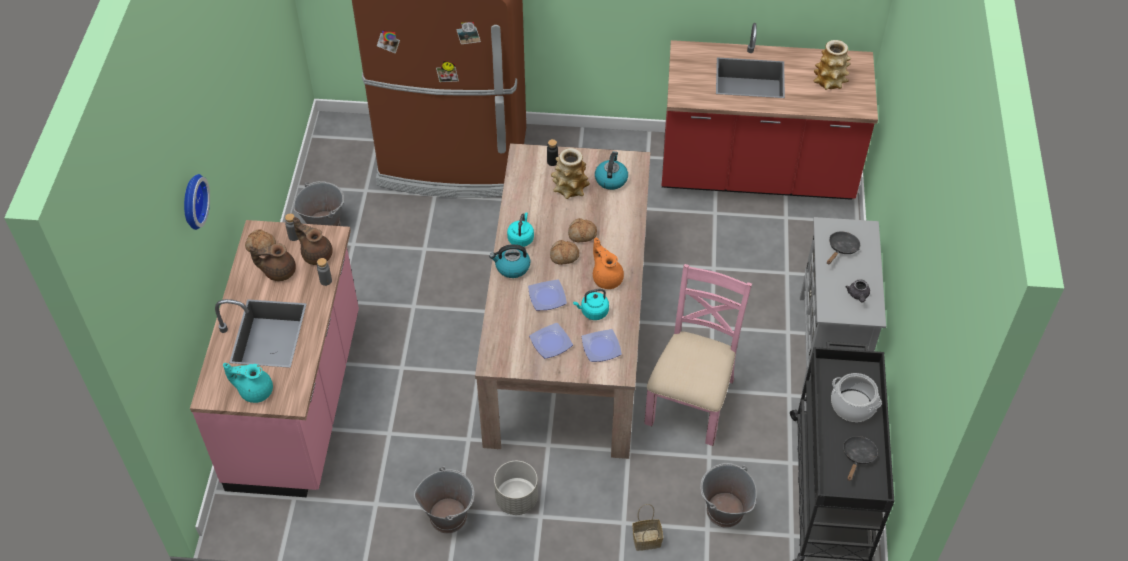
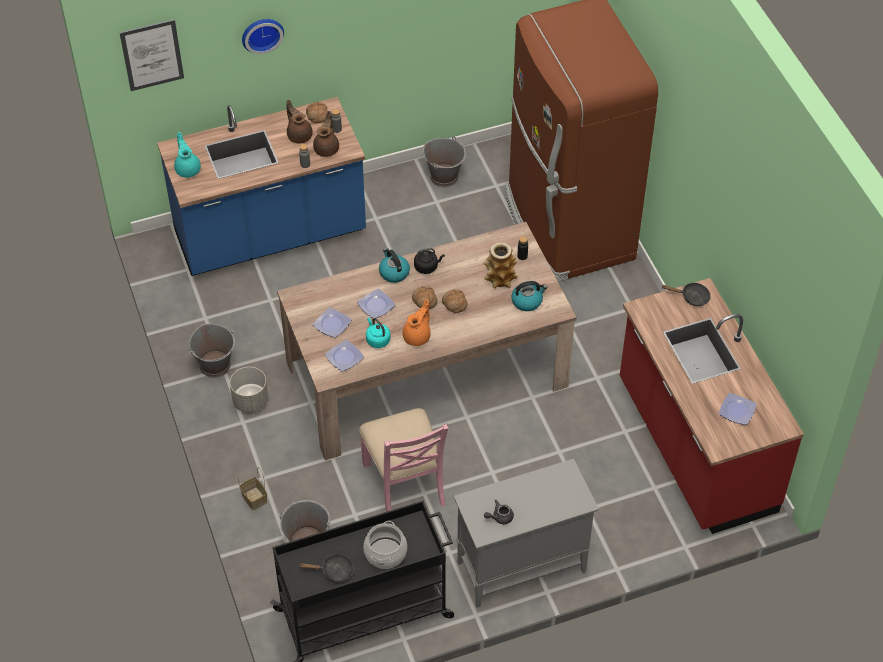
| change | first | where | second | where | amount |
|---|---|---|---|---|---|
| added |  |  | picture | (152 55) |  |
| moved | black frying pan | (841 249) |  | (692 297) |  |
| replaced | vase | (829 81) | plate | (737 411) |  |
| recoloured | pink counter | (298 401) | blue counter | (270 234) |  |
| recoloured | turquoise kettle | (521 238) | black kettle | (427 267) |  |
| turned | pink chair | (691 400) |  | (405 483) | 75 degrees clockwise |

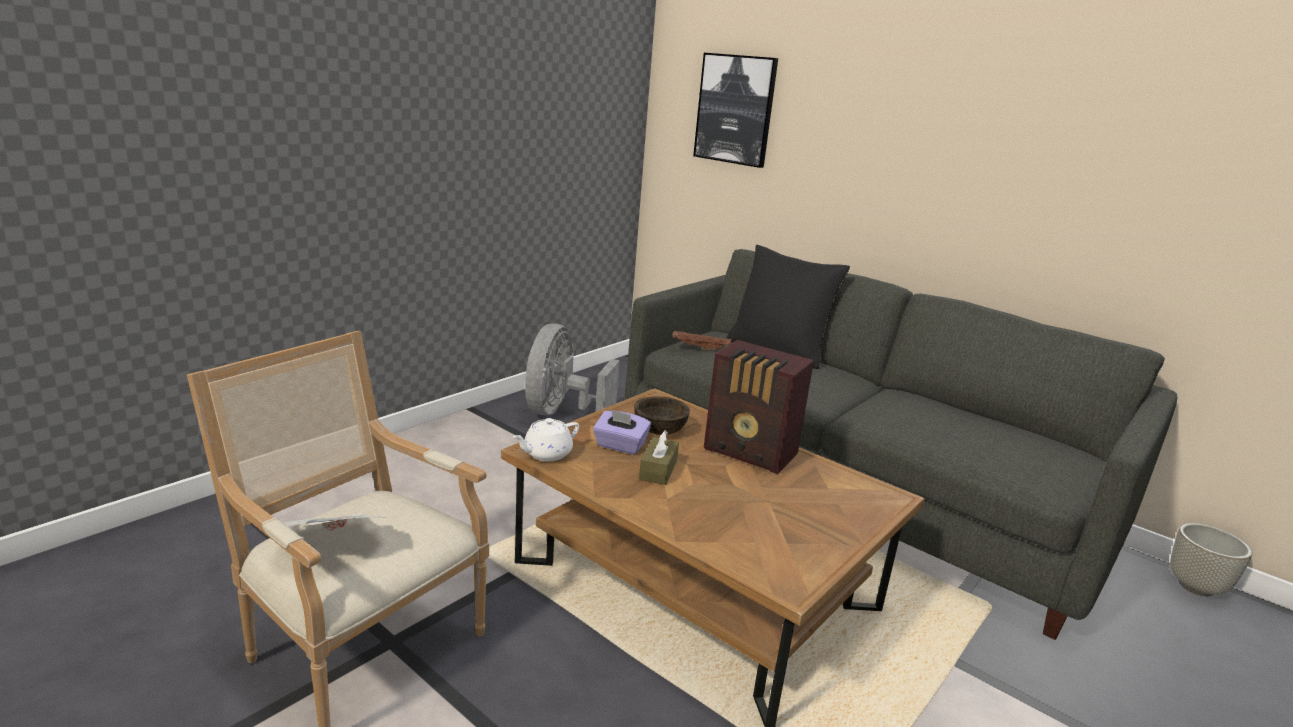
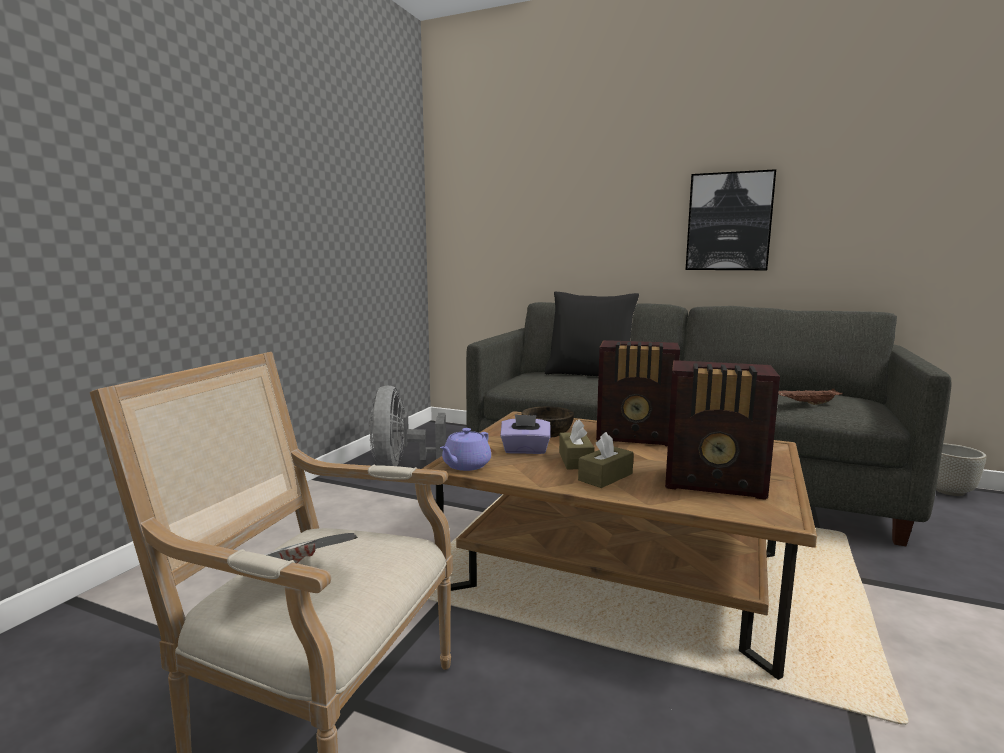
| change | first | where | second | where | amount |
|---|---|---|---|---|---|
| added |  |  | brown tissue box | (605 477) |  |
| added |  |  | radio | (716 484) |  |
| moved | brown tray | (699 348) |  | (807 404) |  |
| moved | picture | (735 109) |  | (729 222) |  |
| recoloured | white teapot | (546 454) | purple teapot | (465 465) |  |

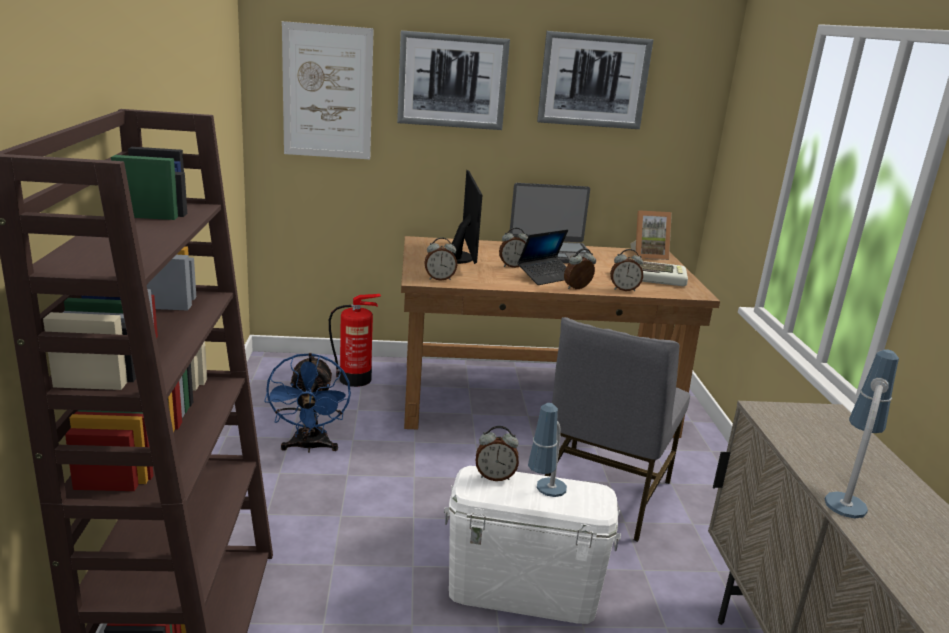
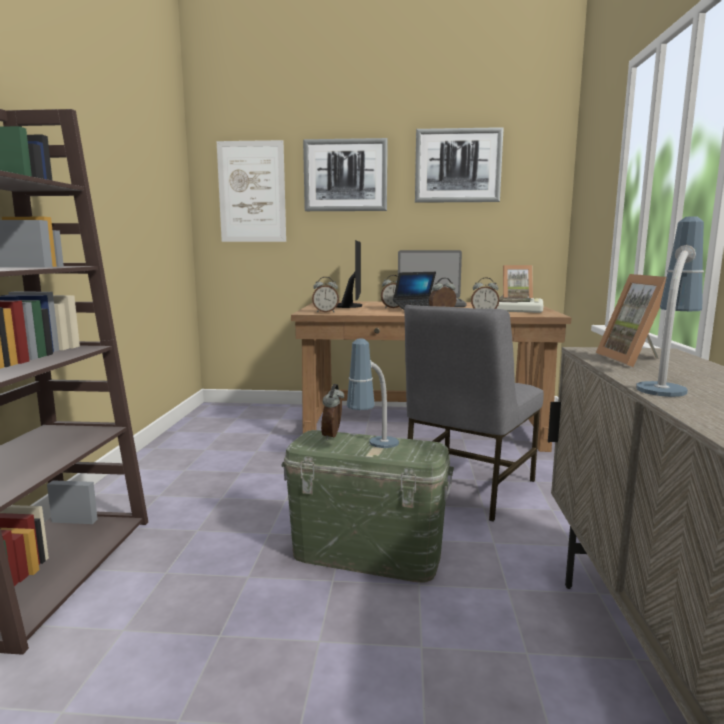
| change | first | where | second | where | amount |
|---|---|---|---|---|---|
| removed | blue fan | (309 447) |  |  |  |
| removed | fire extinguisher | (356 379) |  |  |  |
| added |  |  | picture frame | (635 360) |  |
| recoloured | white storage box | (523 590) | green storage box | (367 554) |  |
| turned | alarm clock | (495 476) |  | (333 436) | 90 degrees clockwise |

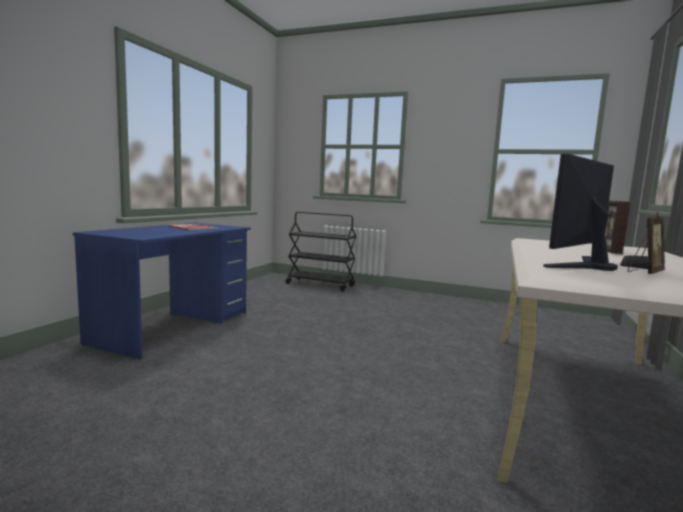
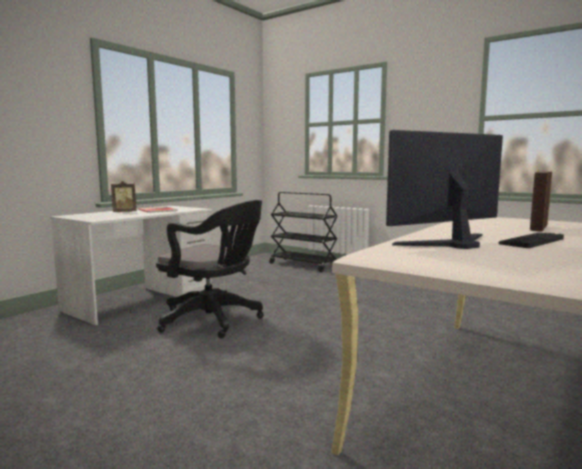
| change | first | where | second | where | amount |
|---|---|---|---|---|---|
| added |  |  | black office chair | (214 320) |  |
| moved | picture frame | (644 272) |  | (124 212) |  |
| recoloured | blue desk | (175 327) | white desk | (141 300) |  |

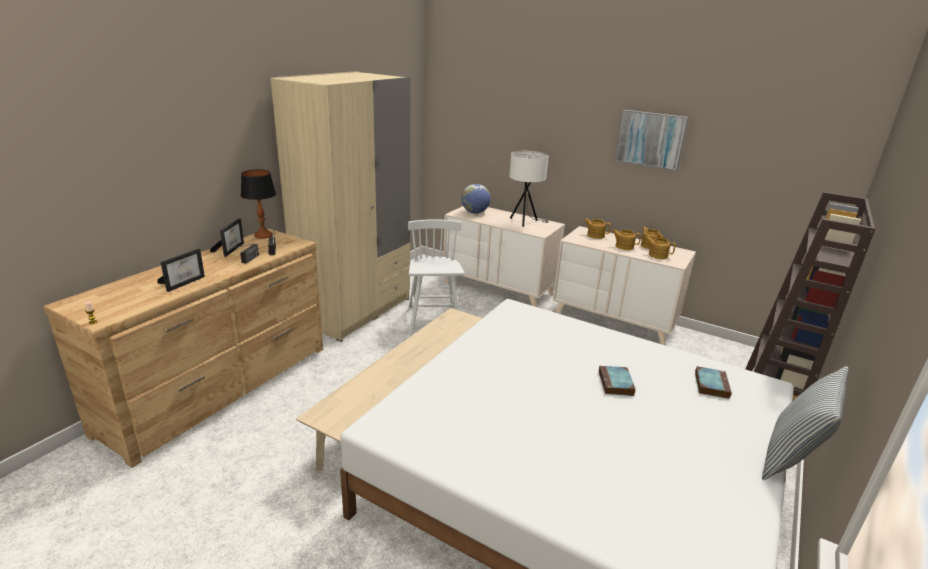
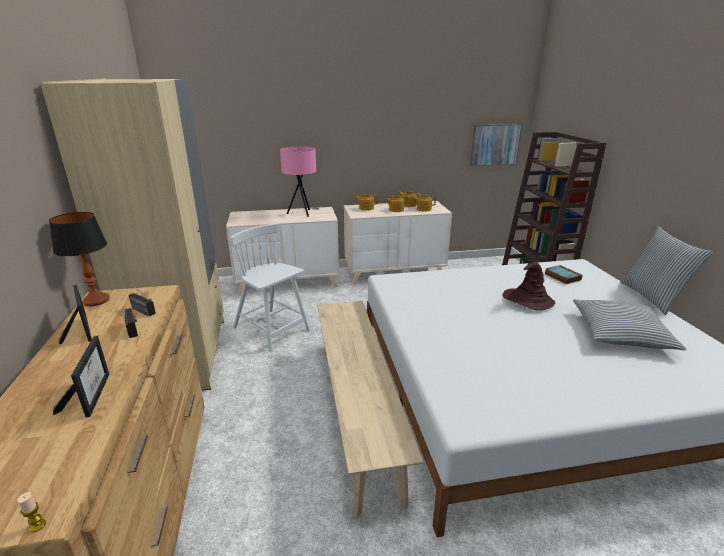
| change | first | where | second | where | amount |
|---|---|---|---|---|---|
| removed | globe | (475 212) |  |  |  |
| added |  |  | pillow | (620 333) |  |
| moved | picture | (650 139) |  | (495 145) |  |
| replaced | book | (616 384) | brown hat | (527 300) |  |
| recoloured | white table lamp | (525 222) | pink table lamp | (302 213) |  |

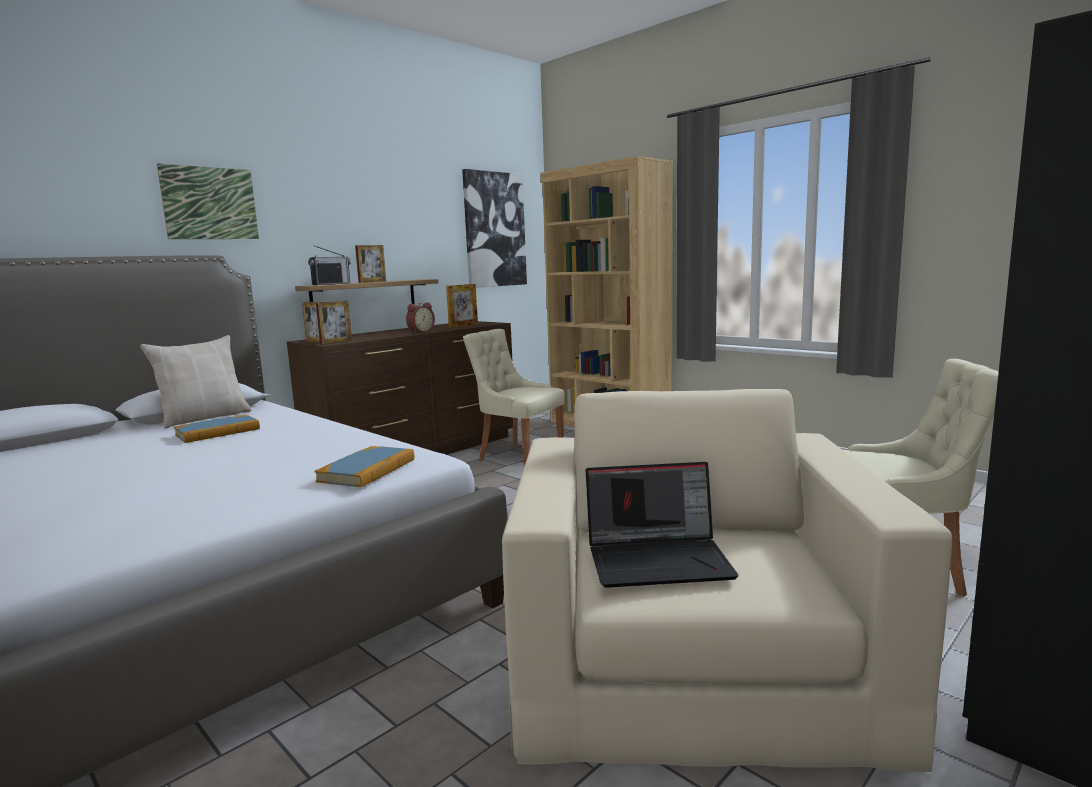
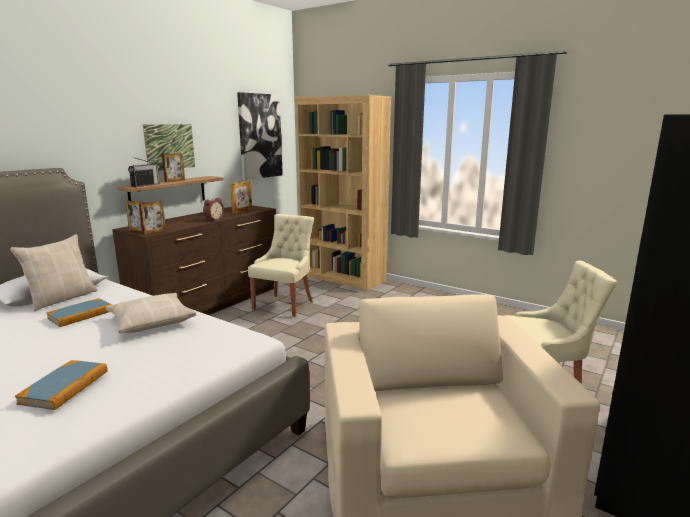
| change | first | where | second | where | amount |
|---|---|---|---|---|---|
| removed | laptop | (659 559) |  |  |  |
| added |  |  | beige pillow | (151 321) |  |
| moved | picture | (210 203) |  | (170 146) |  |
| moved | book | (367 470) |  | (65 387) |  |
| turned | beige chair | (518 455) |  | (285 304) | 90 degrees clockwise |

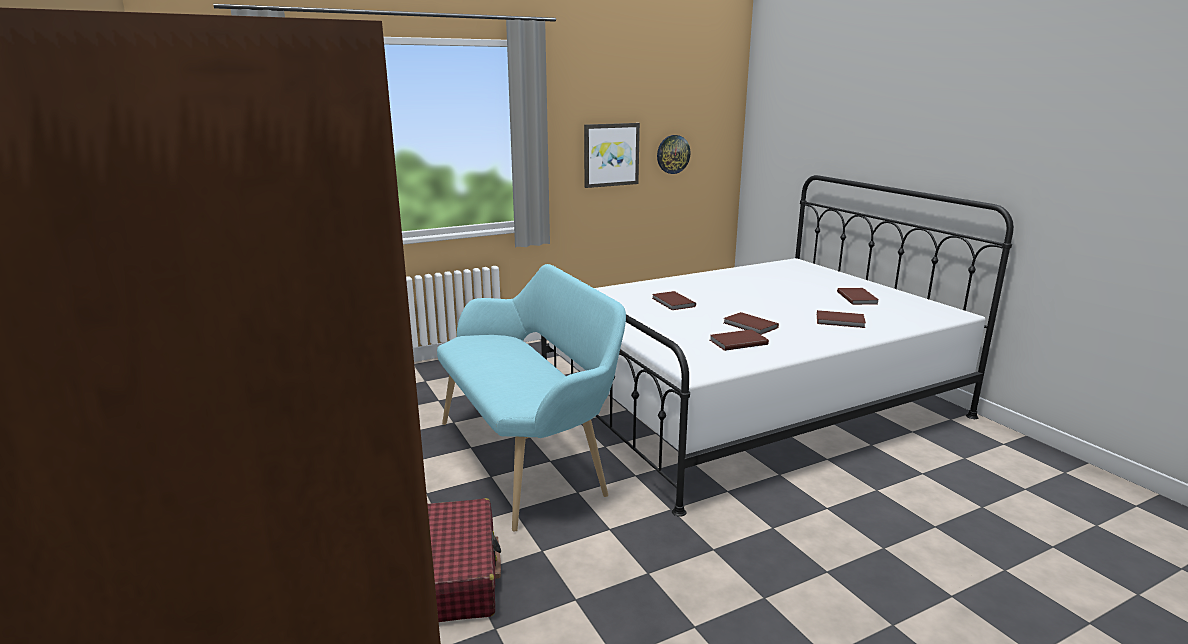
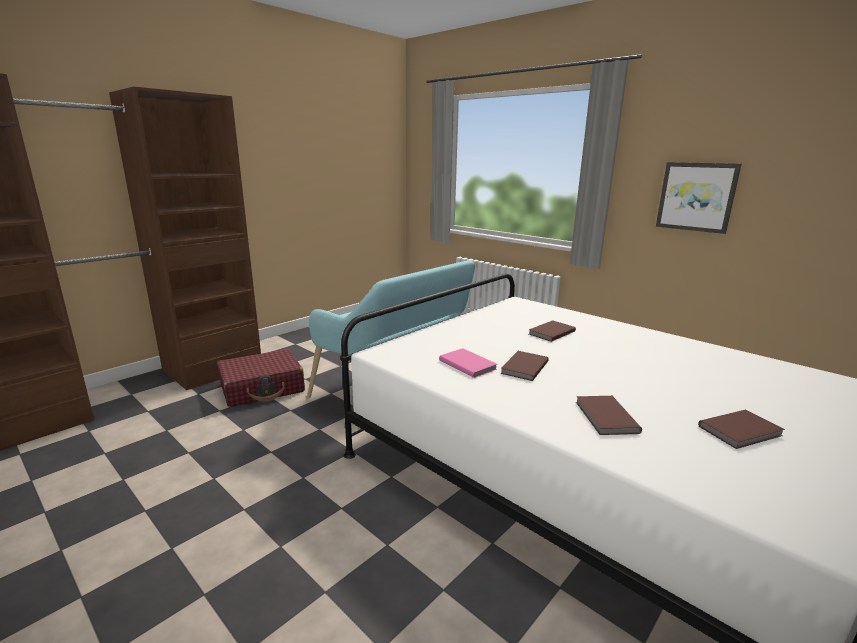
| change | first | where | second | where | amount |
|---|---|---|---|---|---|
| removed | wall clock | (673 154) |  |  |  |
| recoloured | brown book | (737 342) | pink book | (468 364) |  |

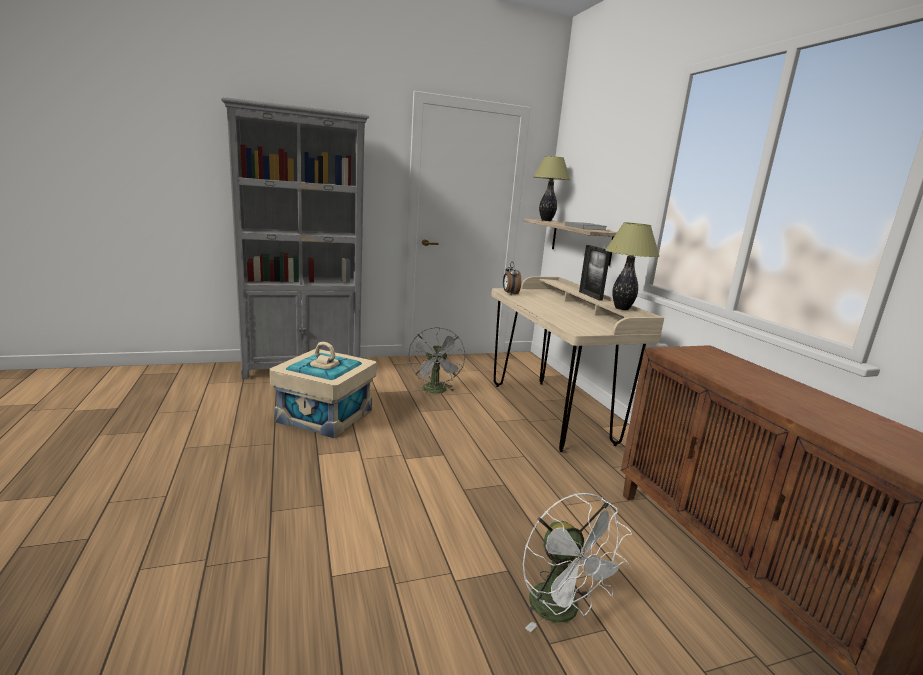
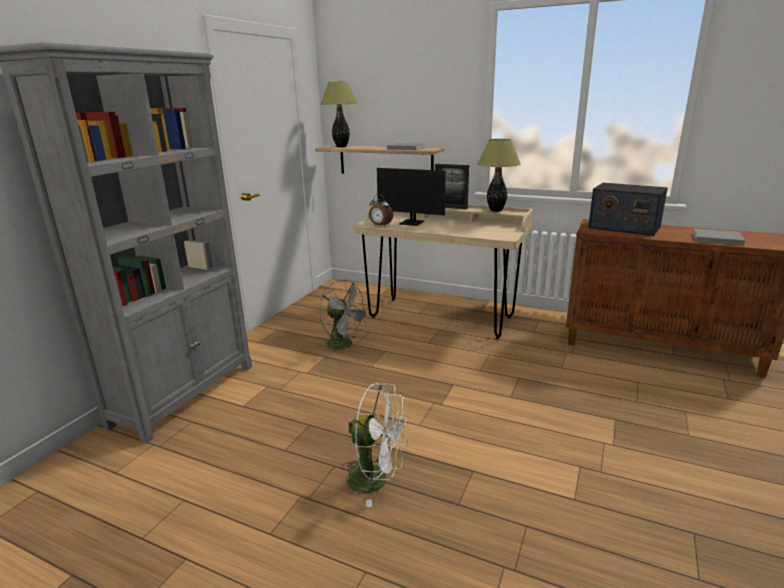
| change | first | where | second | where | amount |
|---|---|---|---|---|---|
| removed | beige storage box | (325 416) |  |  |  |
| added |  |  | monitor | (414 223) |  |
| added |  |  | radio | (623 227) |  |
| added |  |  | grey book | (715 238) |  |
| moved | white fan | (562 611) |  | (376 480) |  |

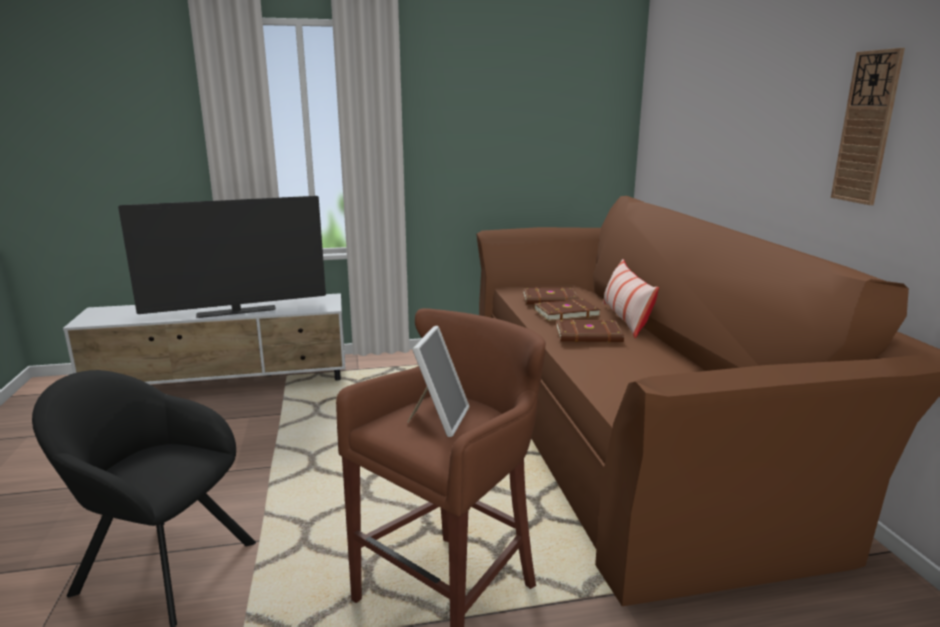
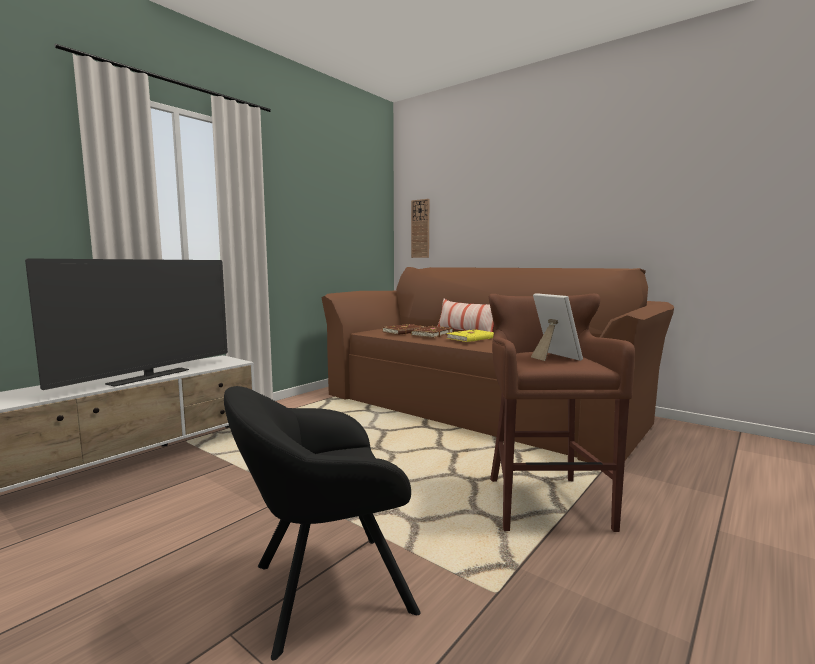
| change | first | where | second | where | amount |
|---|---|---|---|---|---|
| moved | wall clock | (867 128) |  | (420 229) |  |
| recoloured | brown book | (589 335) | yellow book | (472 338) |  |

